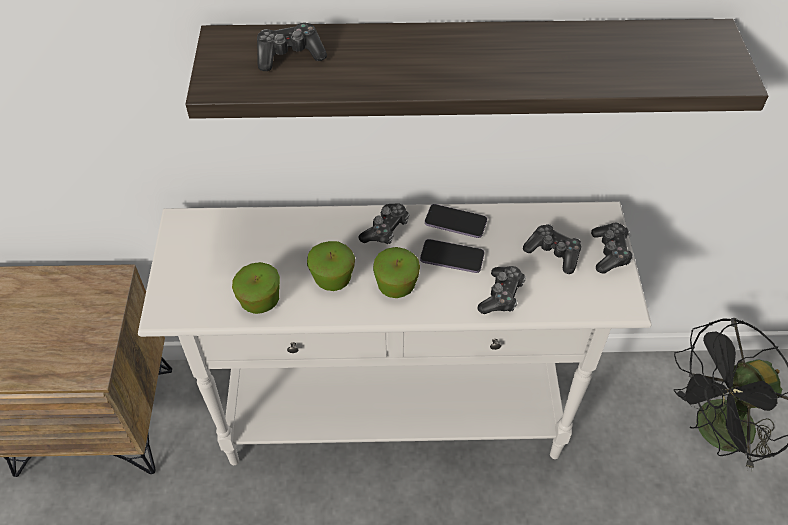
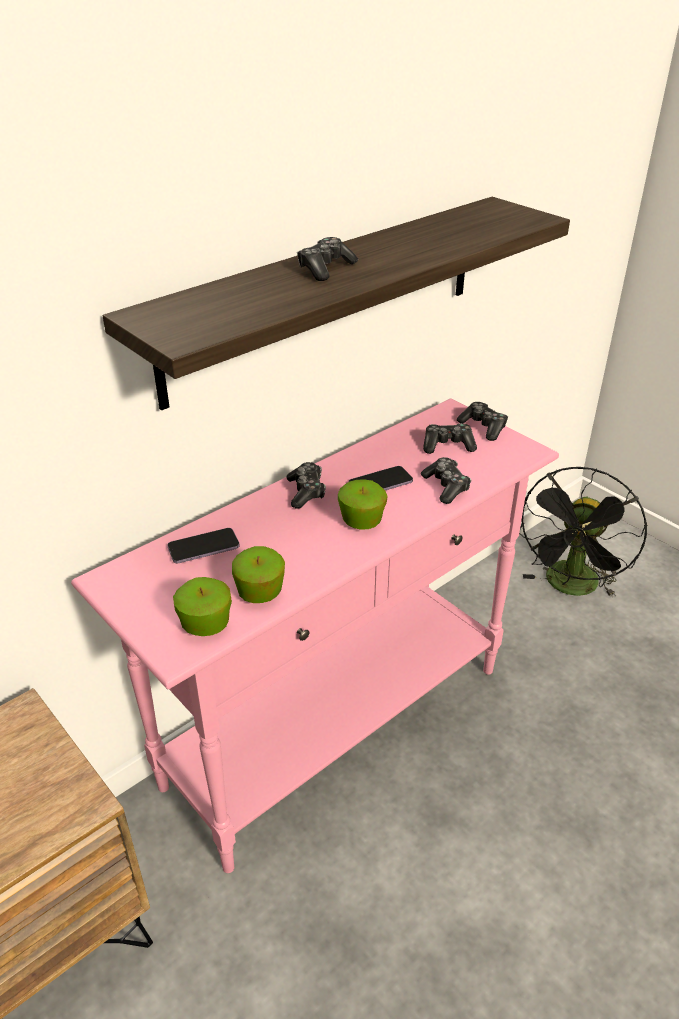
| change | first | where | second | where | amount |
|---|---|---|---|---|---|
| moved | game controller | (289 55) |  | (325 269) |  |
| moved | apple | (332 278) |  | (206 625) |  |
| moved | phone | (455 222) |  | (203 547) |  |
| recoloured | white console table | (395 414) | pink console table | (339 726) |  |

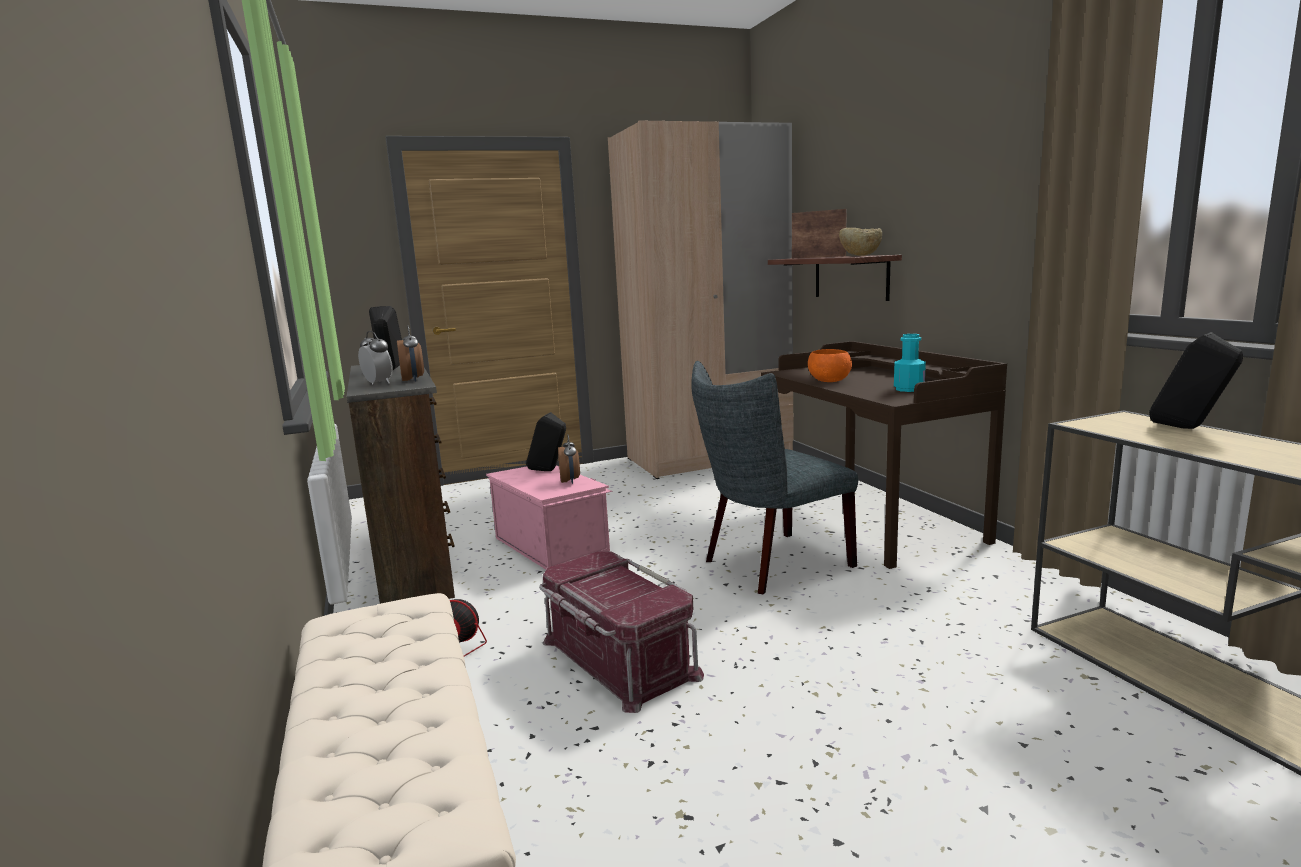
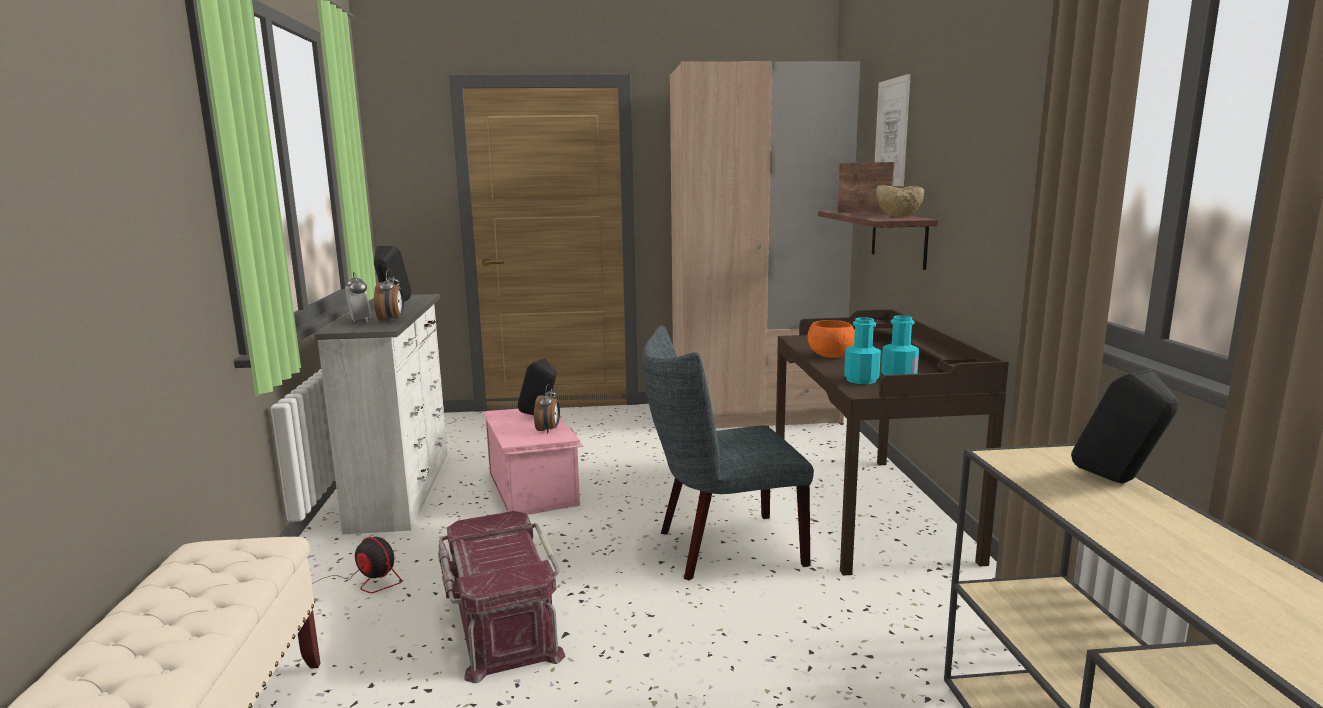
| change | first | where | second | where | amount |
|---|---|---|---|---|---|
| added |  |  | turquoise bottle | (861 380) |  |
| added |  |  | picture | (892 132) |  |
| recoloured | brown dresser | (415 563) | white dresser | (404 489) |  |

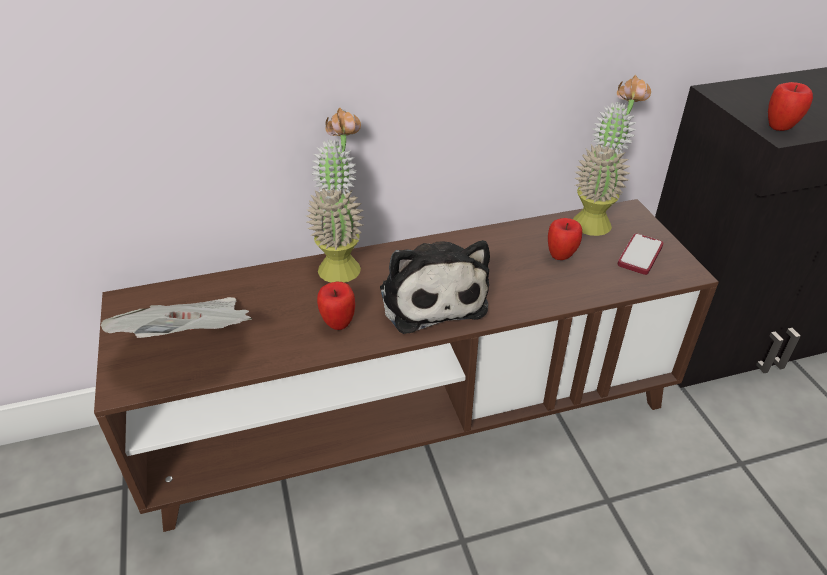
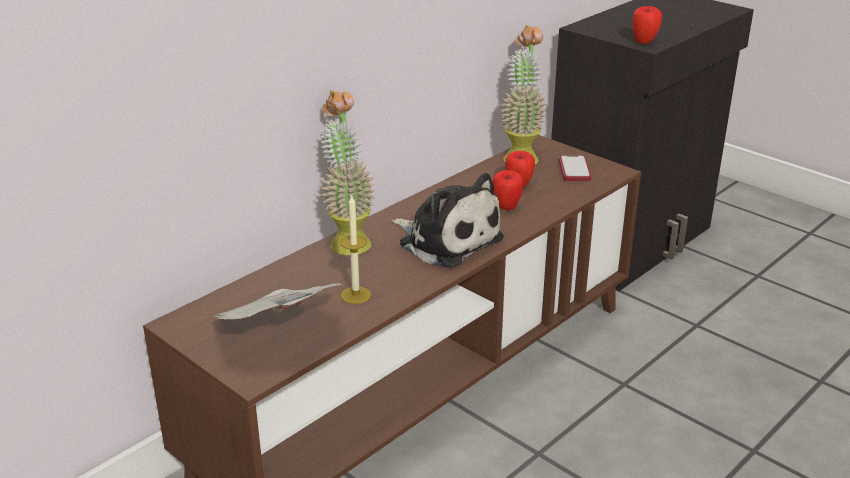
| change | first | where | second | where | amount |
|---|---|---|---|---|---|
| added |  |  | candle | (355 295) |  |
| moved | apple | (338 323) |  | (506 207) |  |

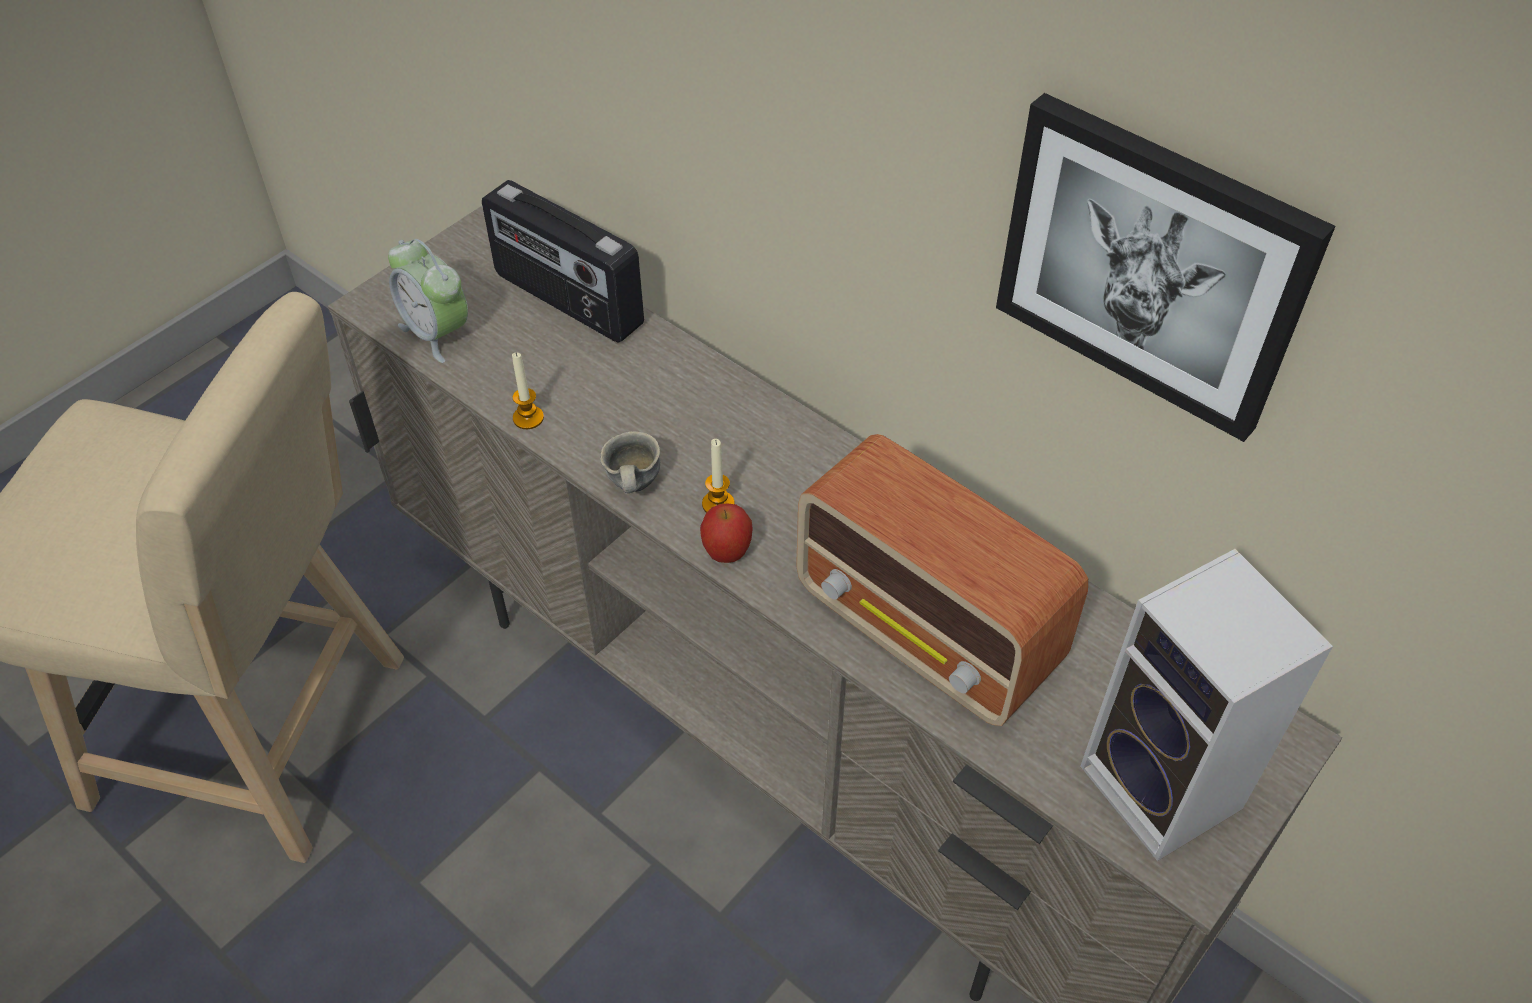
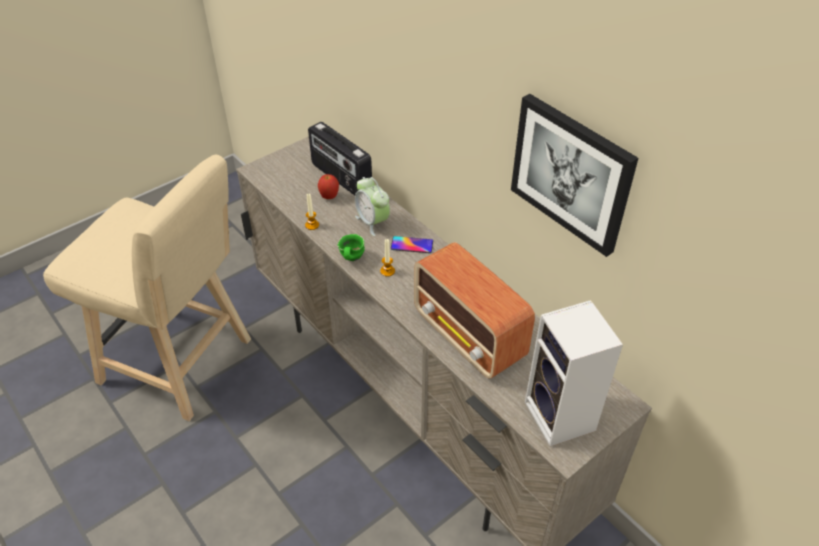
| change | first | where | second | where | amount |
|---|---|---|---|---|---|
| added |  |  | phone | (412 245) |  |
| moved | alarm clock | (437 333) |  | (372 222) |  |
| moved | apple | (727 553) |  | (329 197) |  |
| recoloured | grey mug | (630 487) | green mug | (350 259) |  |

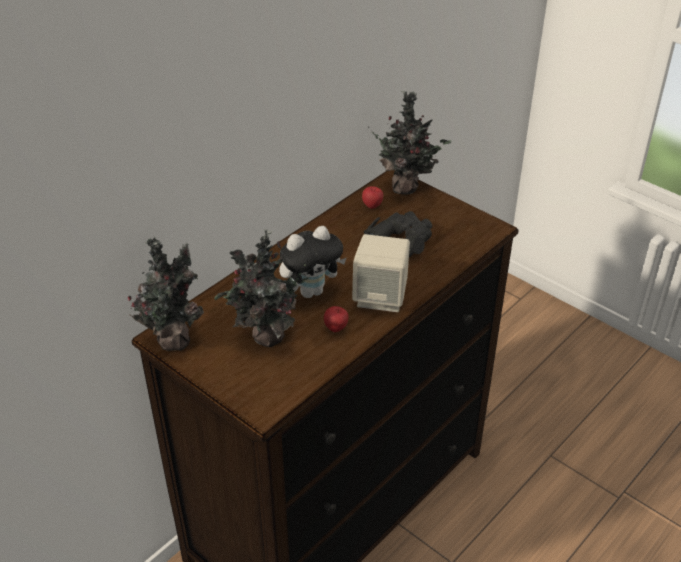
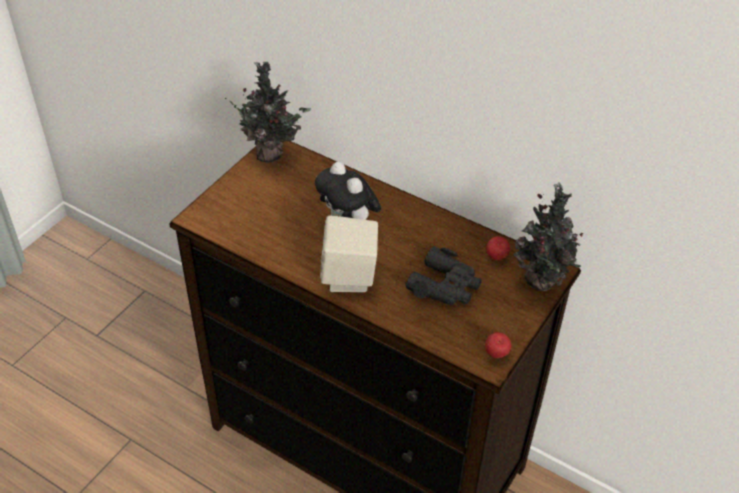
| change | first | where | second | where | amount |
|---|---|---|---|---|---|
| removed | potted plant | (266 338) |  |  |  |
| moved | apple | (336 328) |  | (496 354) |  |

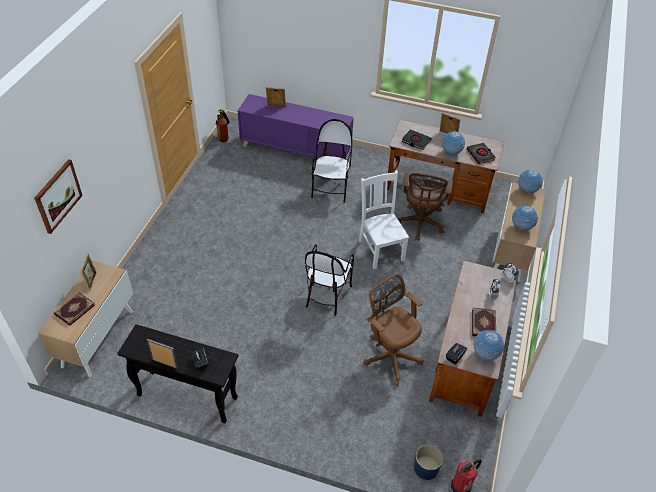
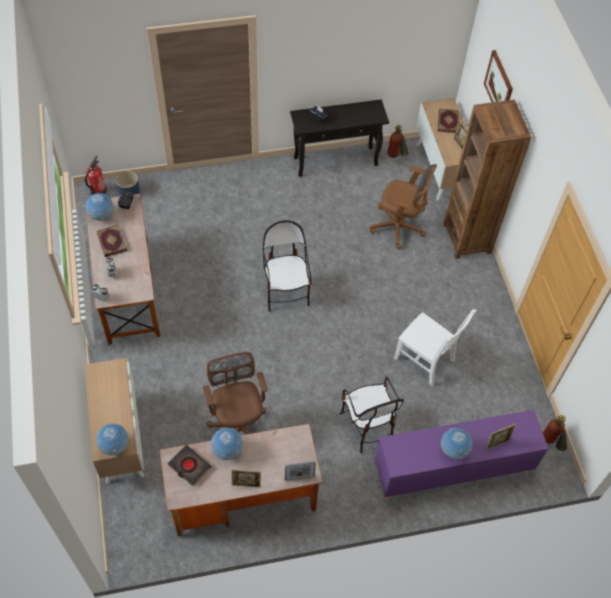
| change | first | where | second | where | amount |
|---|---|---|---|---|---|
| removed | black book | (416 141) |  |  |  |
| added |  |  | fire extinguisher | (396 157) |  |
| added |  |  | brown bookcase | (467 238) |  |
| moved | picture frame | (165 363) |  | (299 477) |  |
| moved | white chair | (380 249) |  | (426 360) |  |
| moved | brown office chair | (390 355) |  | (399 227) |  |
| moved | globe | (521 227) |  | (453 450) |  |

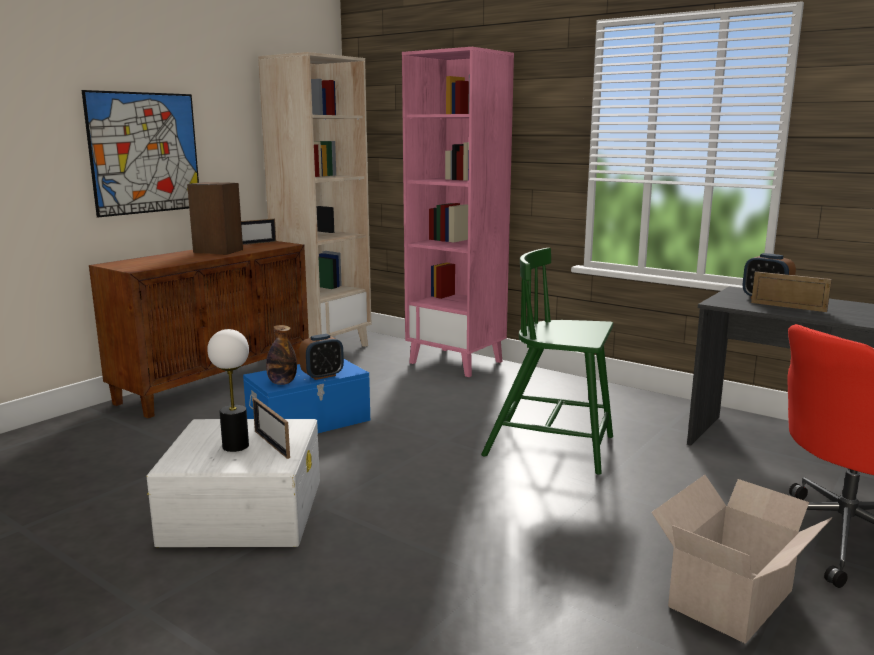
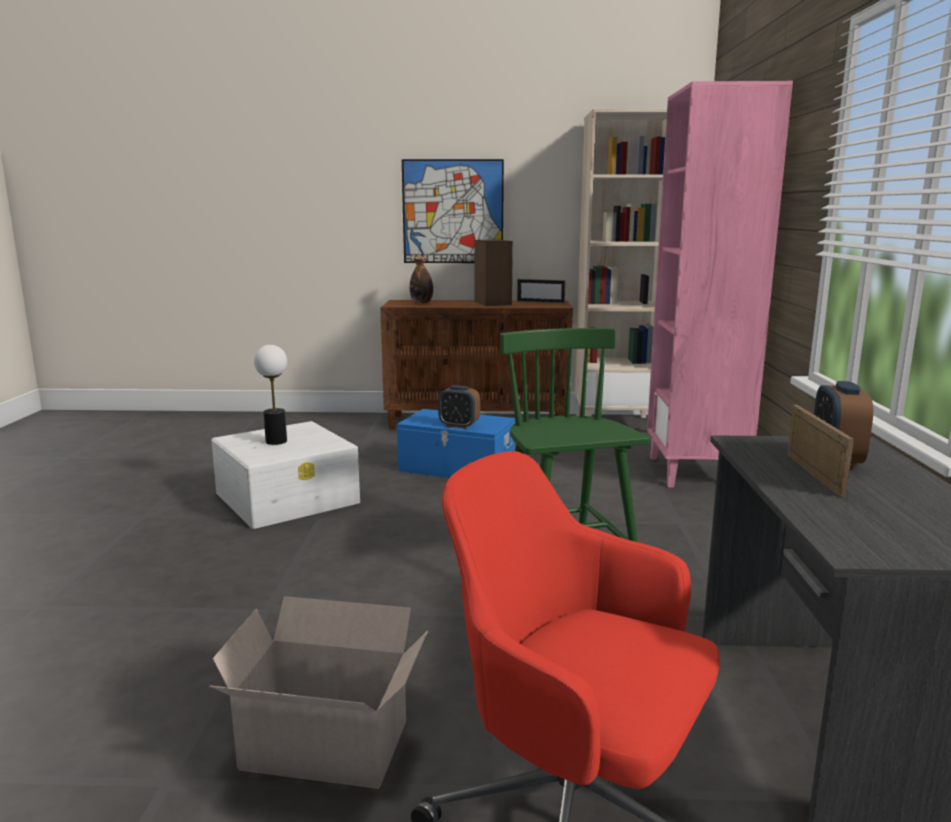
| change | first | where | second | where | amount |
|---|---|---|---|---|---|
| removed | picture frame | (271 444) |  |  |  |
| moved | bottle | (282 383) |  | (421 303) |  |

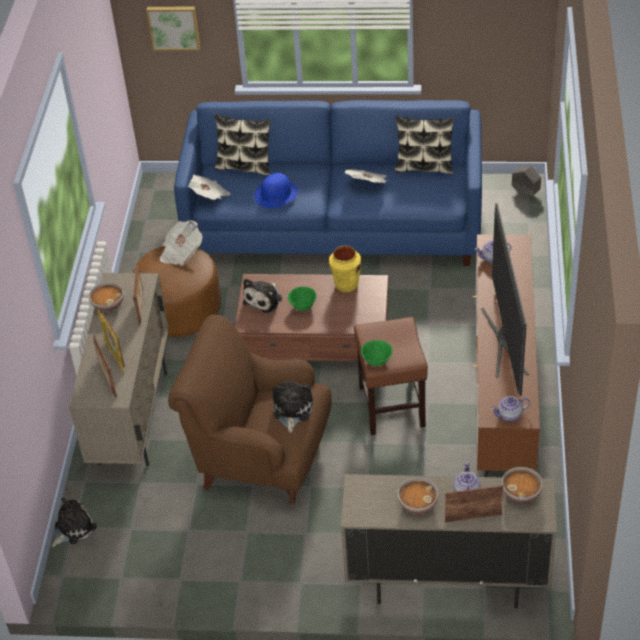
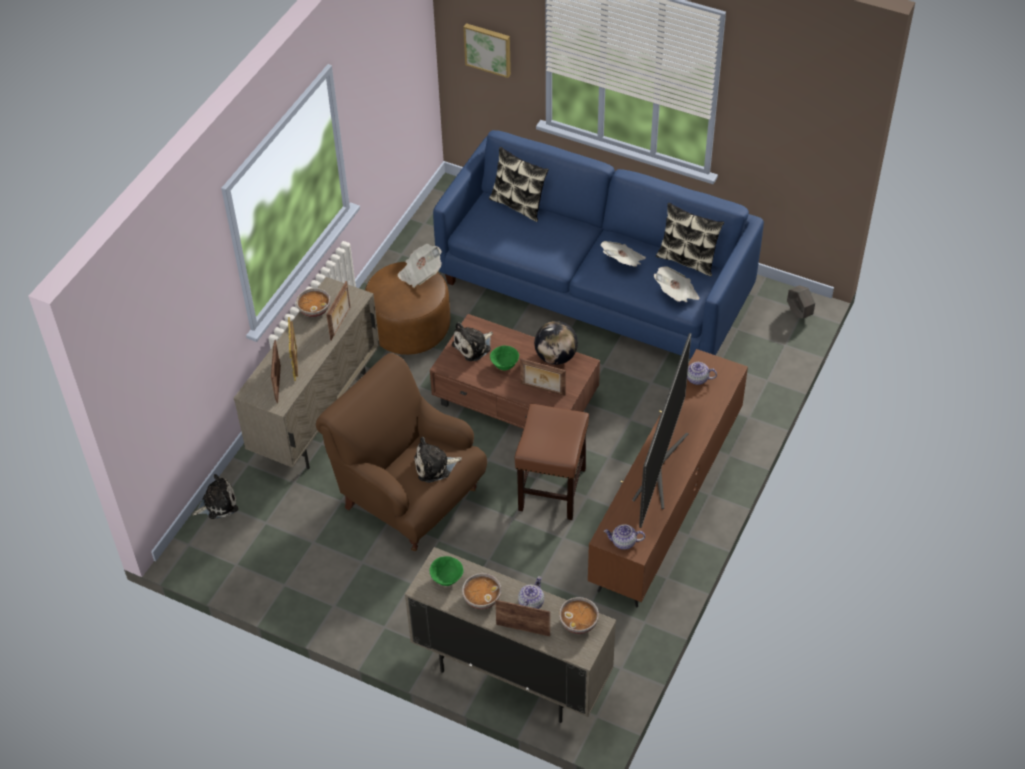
| change | first | where | second | where | amount |
|---|---|---|---|---|---|
| removed | blue hat | (276 194) |  |  |  |
| added |  |  | picture frame | (542 390) |  |
| moved | newspaper | (208 196) |  | (676 294) |  |
| moved | green bowl | (377 361) |  | (447 579) |  |
| replaced | yellow vase | (346 285) | globe | (556 357) |  |
| turned | plush toy | (292 410) |  | (435 466) | 135 degrees counterclockwise |

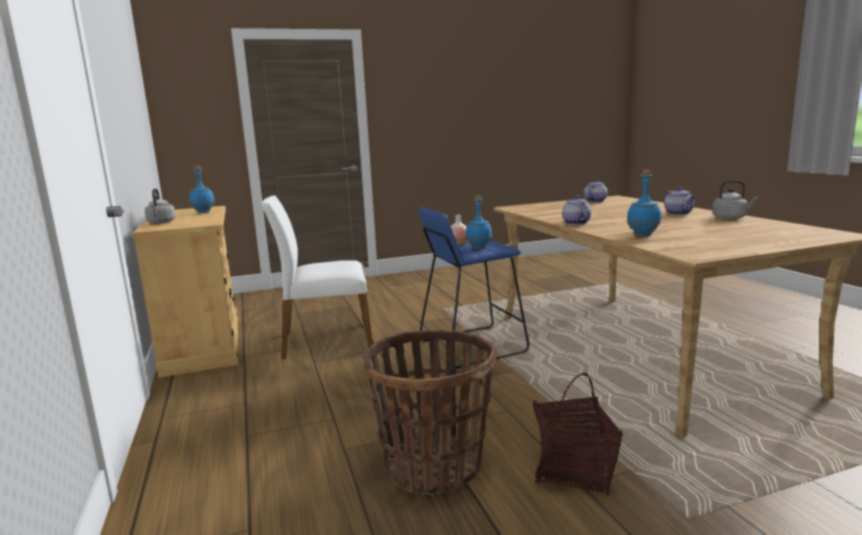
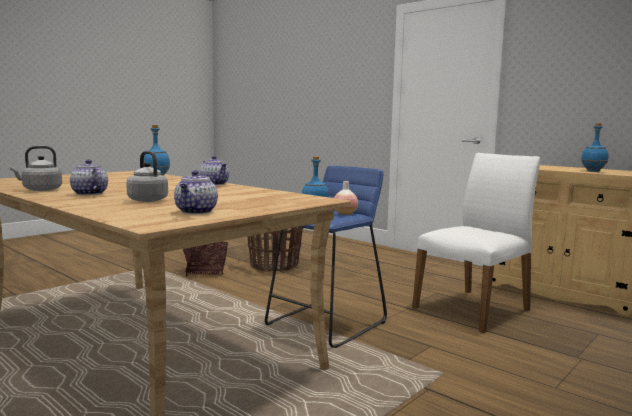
| change | first | where | second | where | amount |
|---|---|---|---|---|---|
| moved | grey kettle | (161 222) |  | (146 200) |  |

